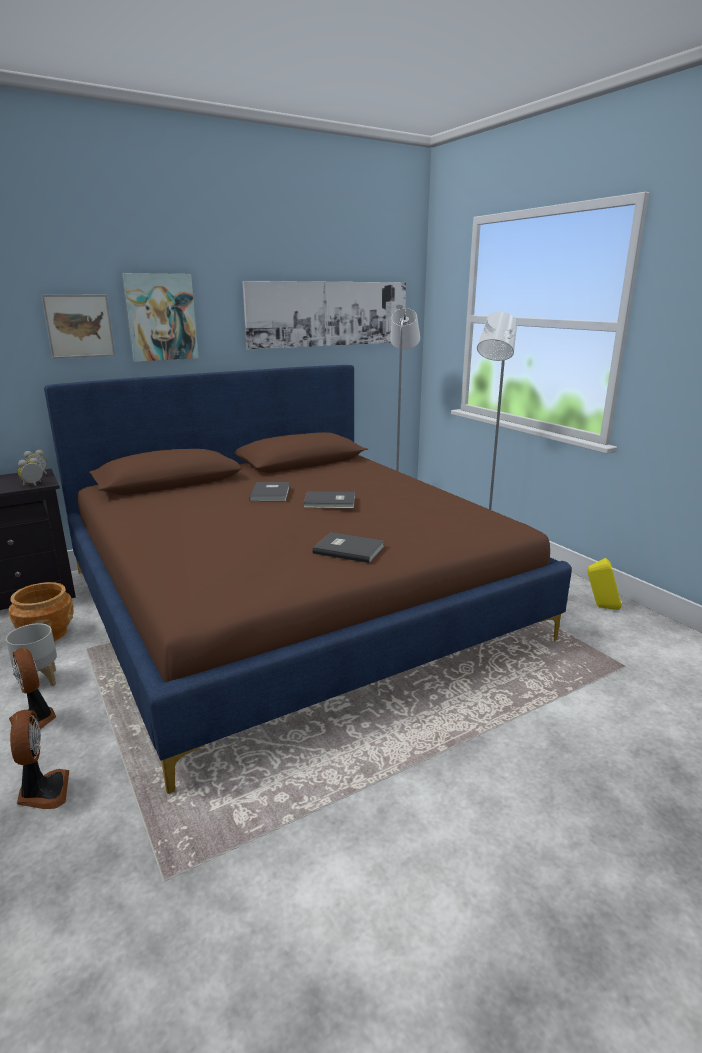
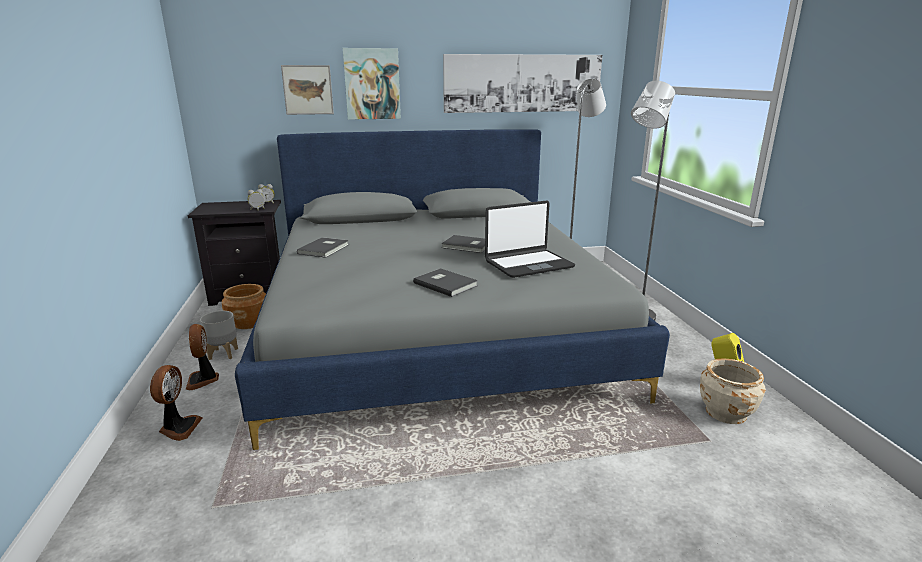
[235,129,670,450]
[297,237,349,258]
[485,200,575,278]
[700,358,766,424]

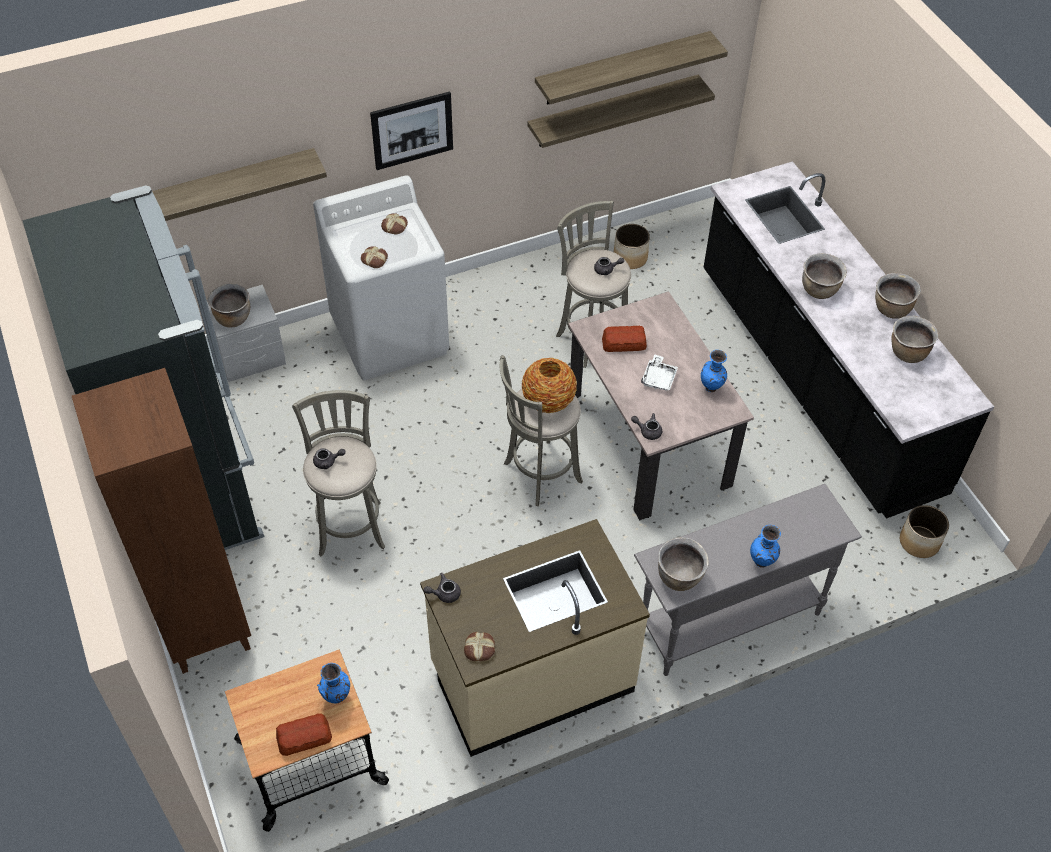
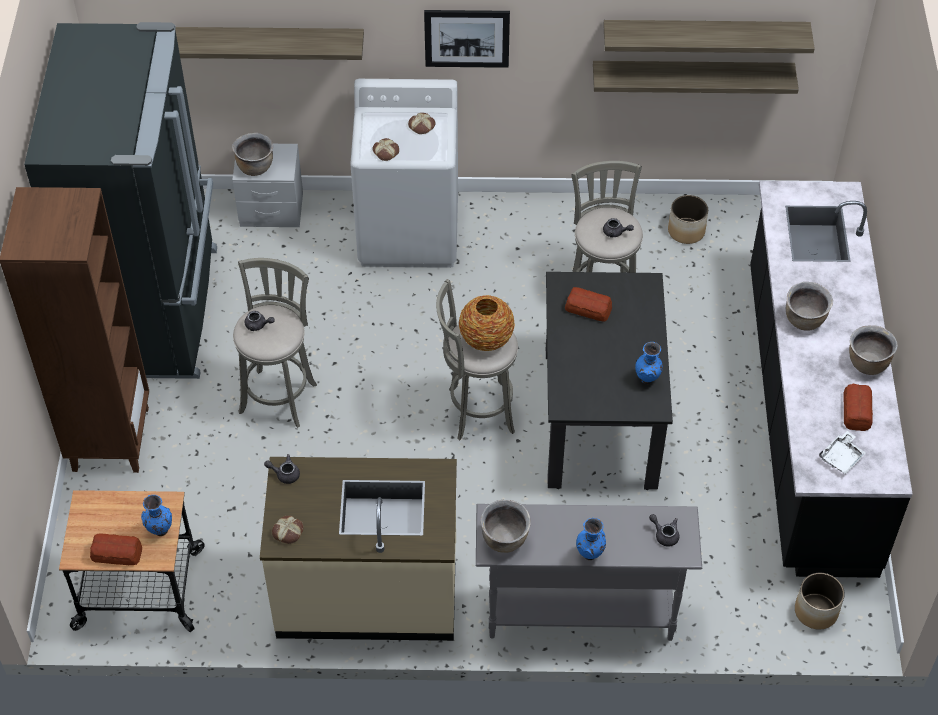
[546,272,673,490]
[649,514,679,546]
[819,431,866,474]
[844,384,873,431]

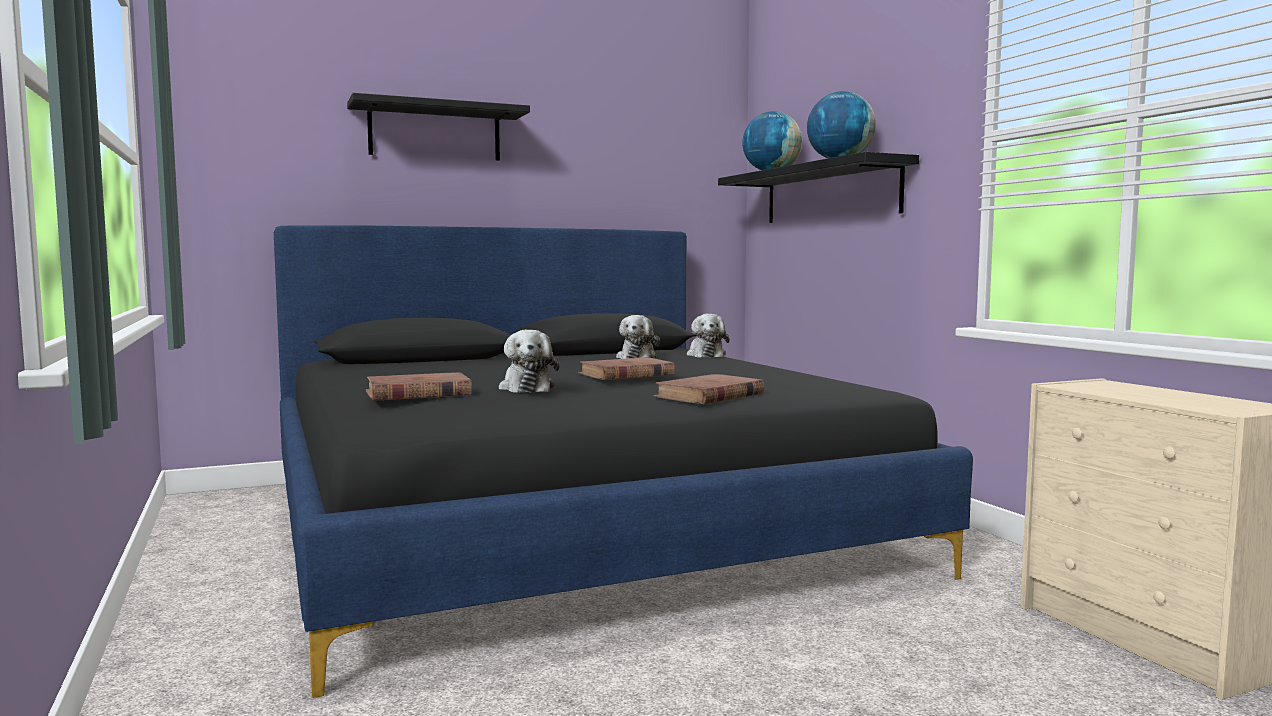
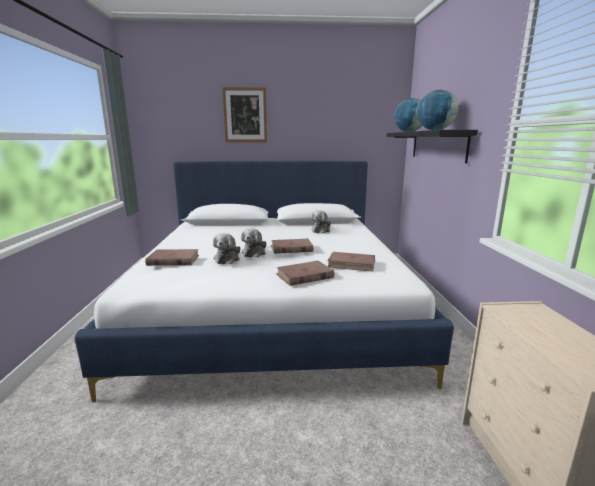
[75,161,454,402]
[222,87,267,142]
[241,228,267,258]
[327,252,375,272]

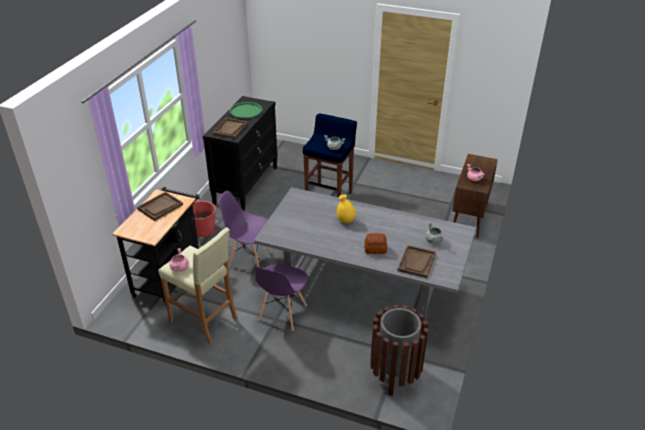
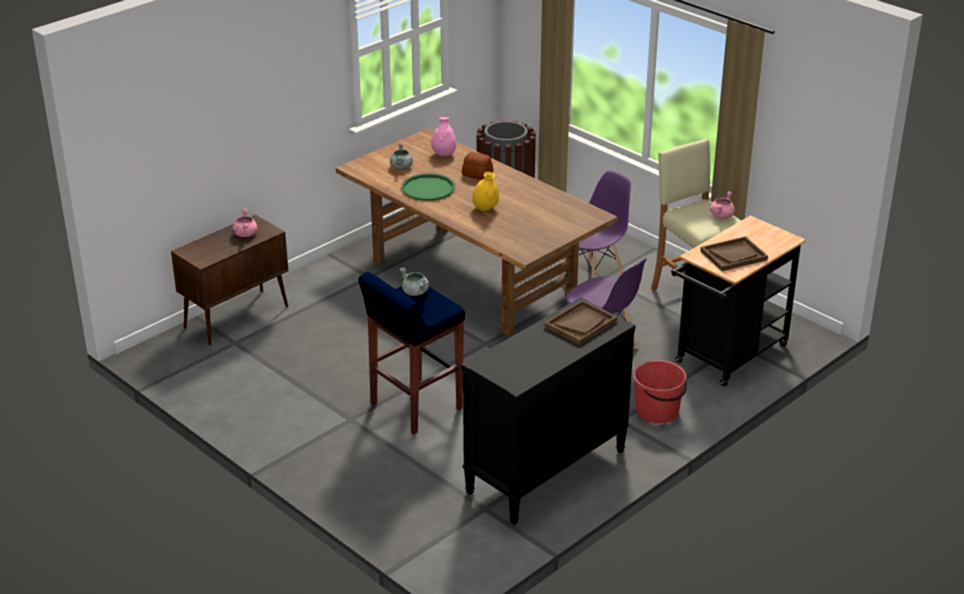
[401,173,455,201]
[336,129,617,336]
[431,117,456,156]

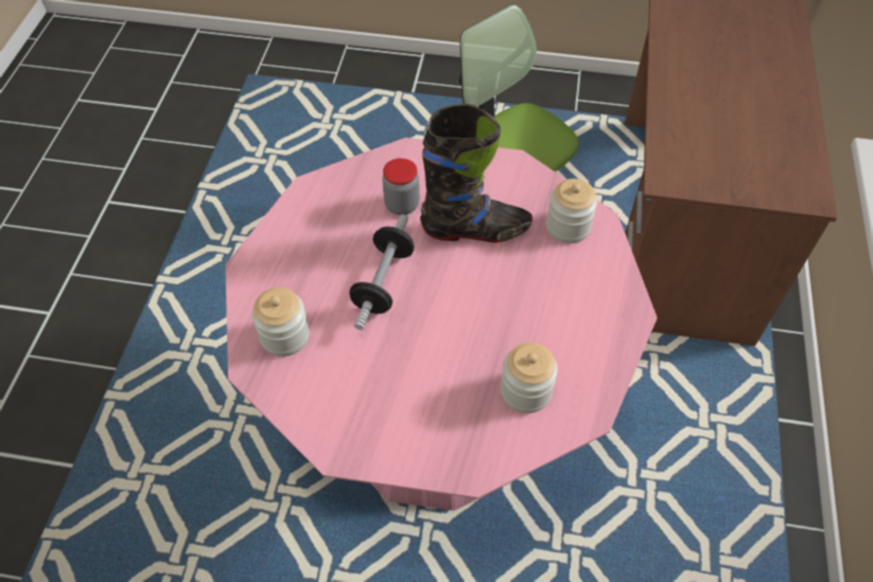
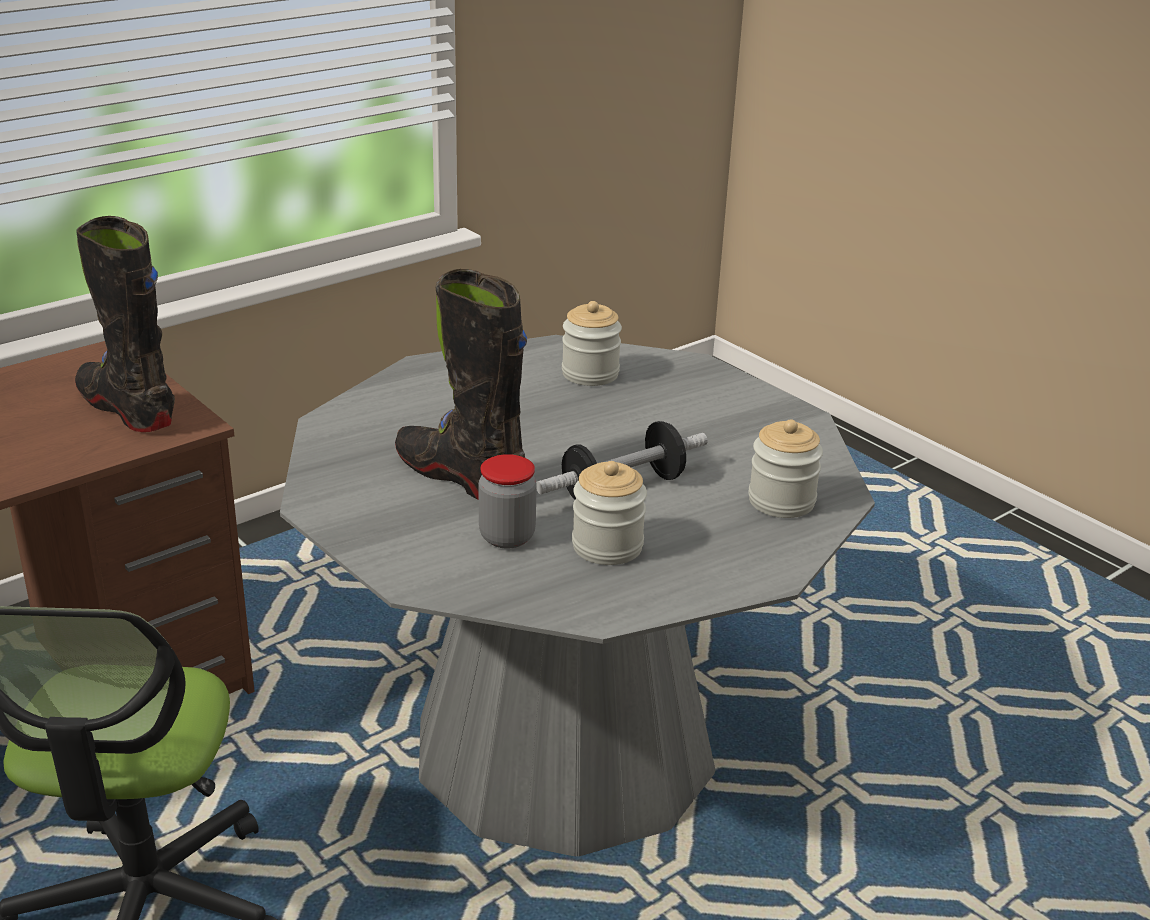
[280,335,875,856]
[572,461,647,565]
[75,216,175,432]

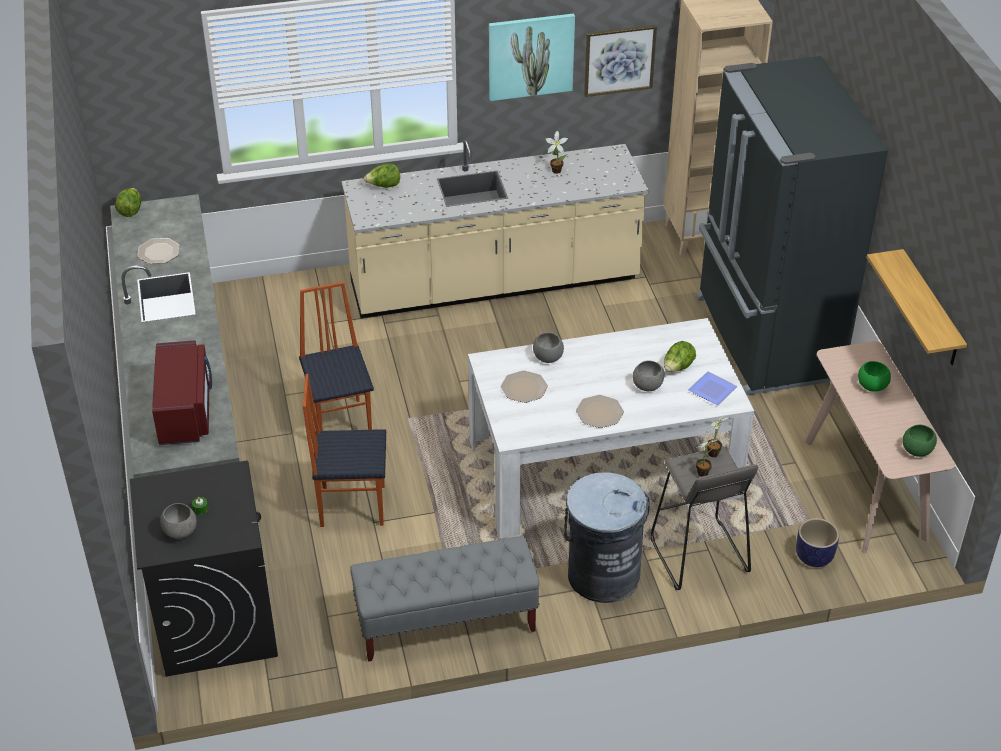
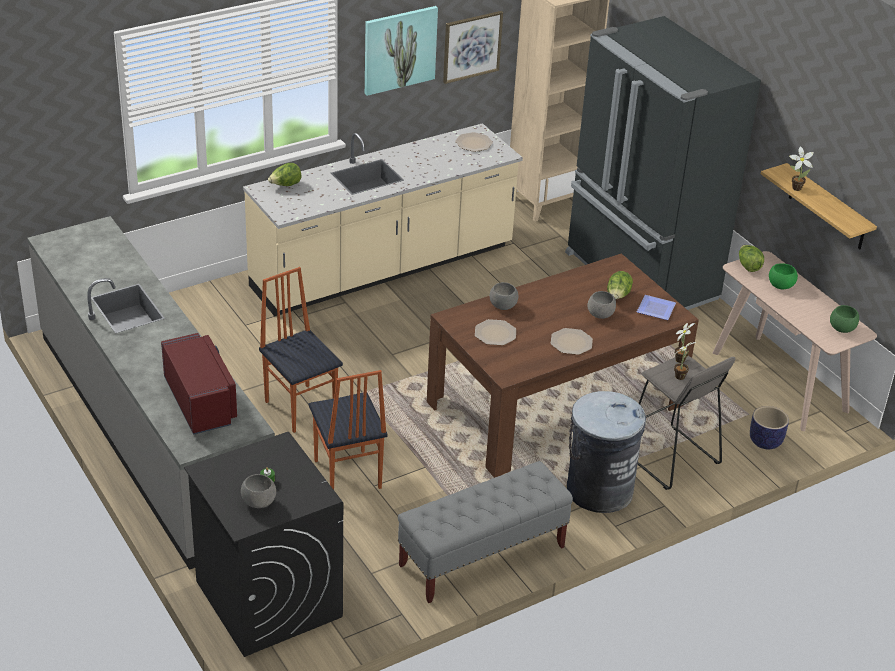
[739,245,764,272]
[455,132,493,152]
[309,370,388,490]
[427,253,699,478]
[789,146,814,191]

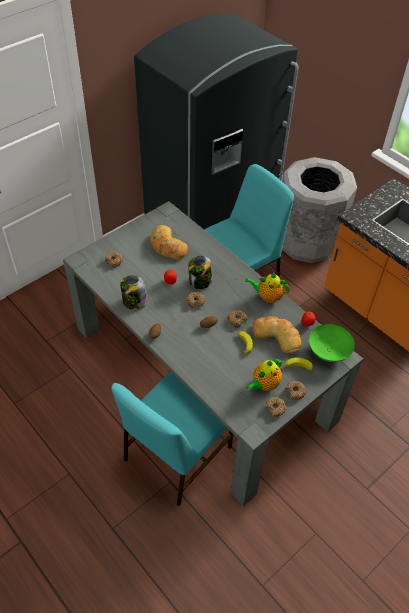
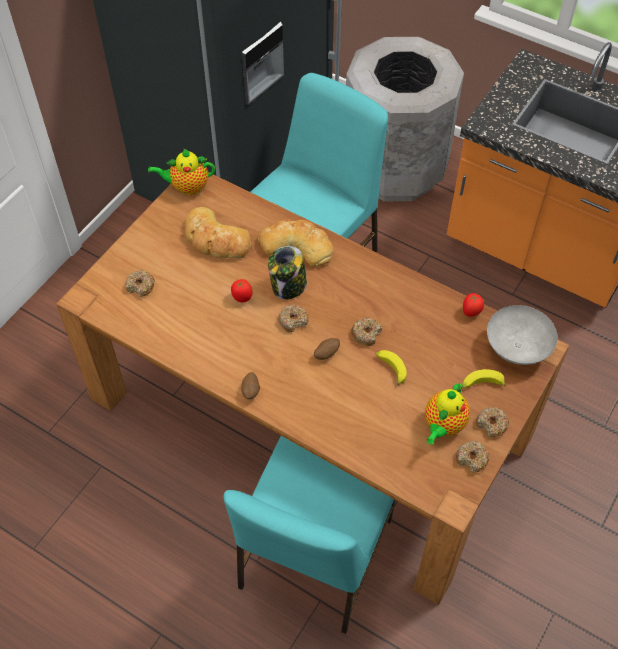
[56,172,569,605]
[120,275,147,310] (first image)
[148,149,215,195]
[258,219,333,267]
[487,305,558,365]

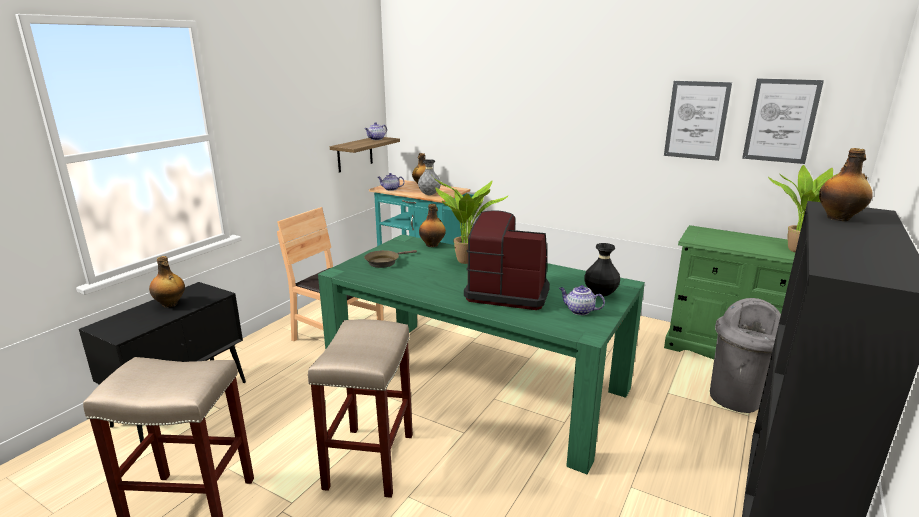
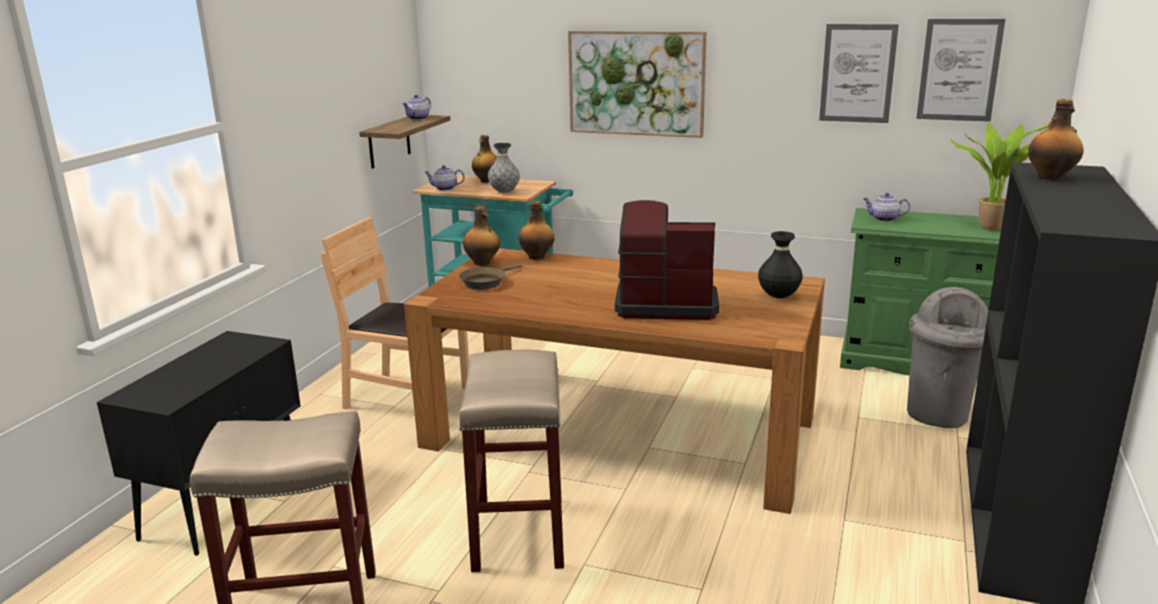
[463,206,500,266]
[404,248,825,514]
[433,177,509,264] (first image)
[863,193,910,222]
[568,31,706,138]

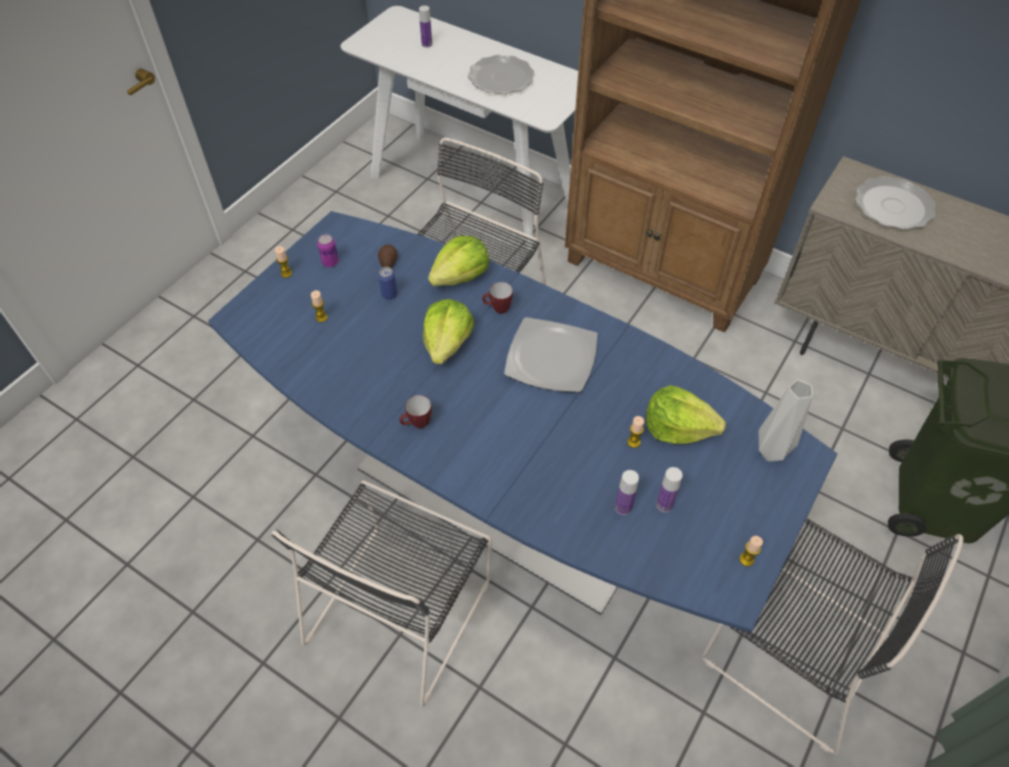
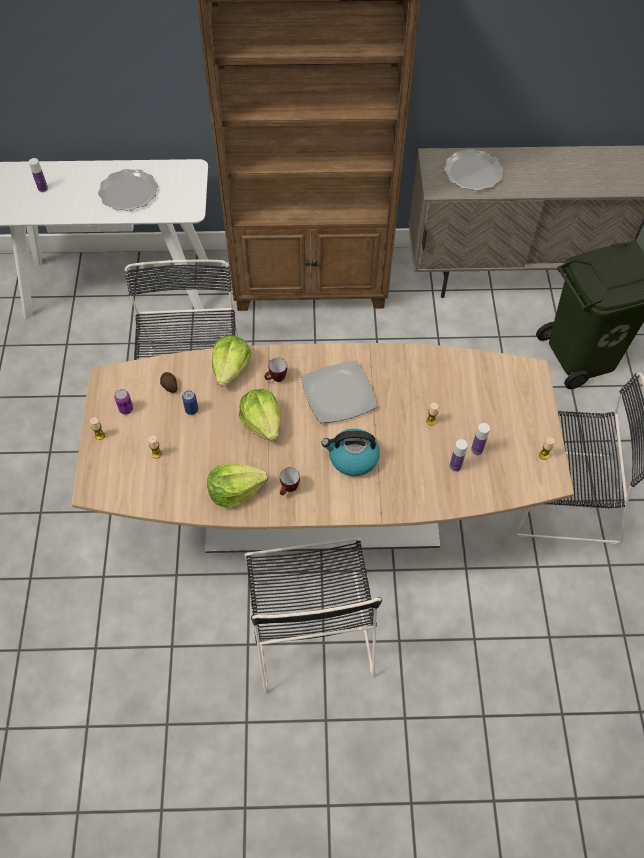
[72,343,574,553]
[207,464,268,508]
[759,380,813,462] (first image)
[321,429,380,476]

